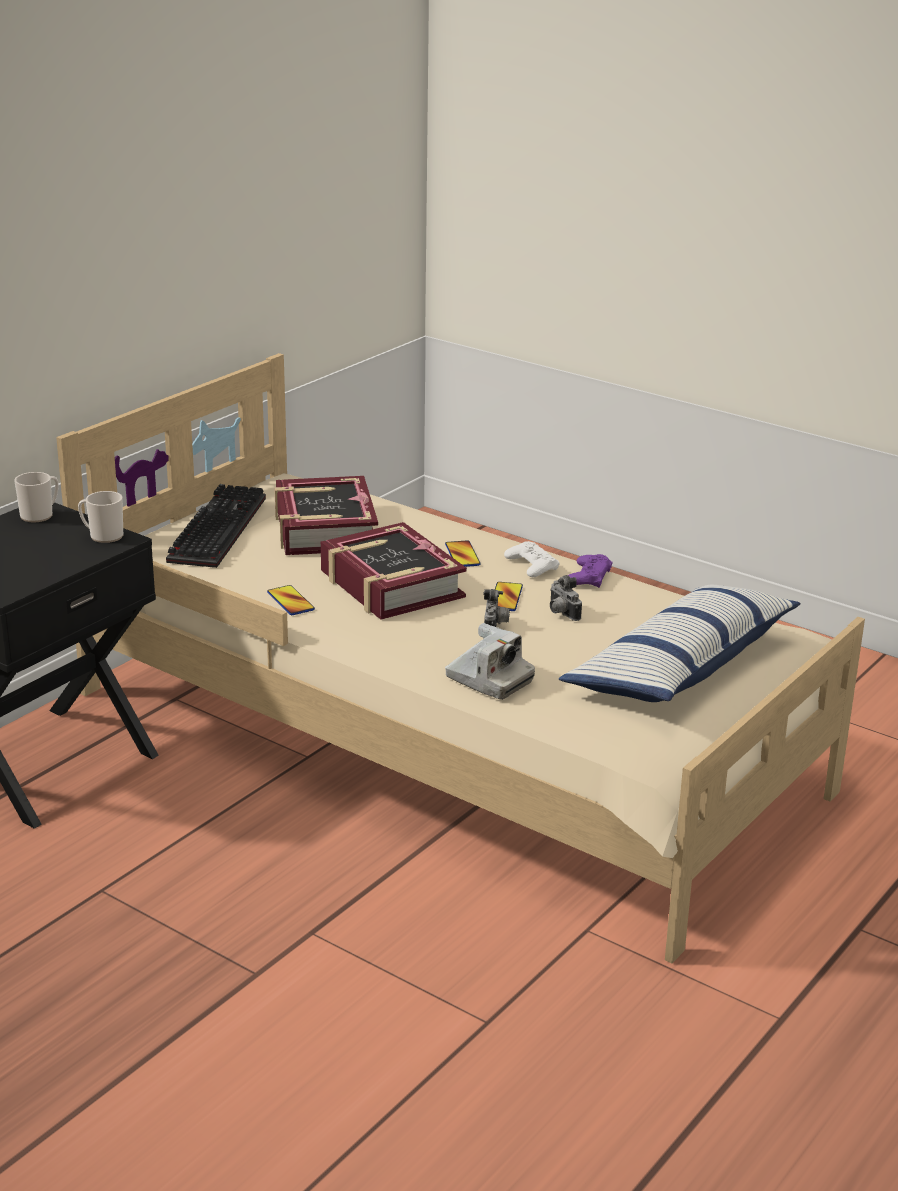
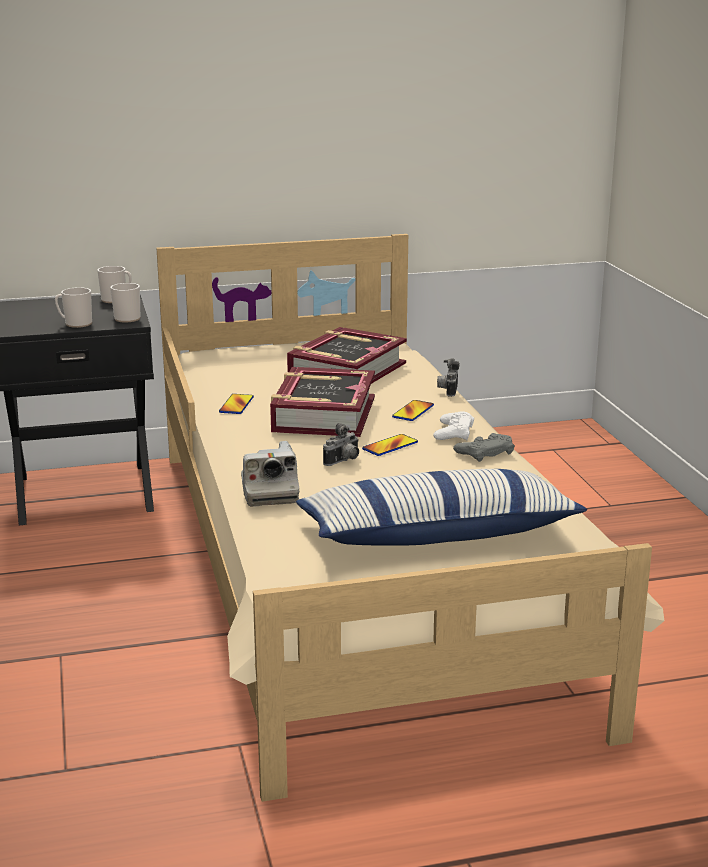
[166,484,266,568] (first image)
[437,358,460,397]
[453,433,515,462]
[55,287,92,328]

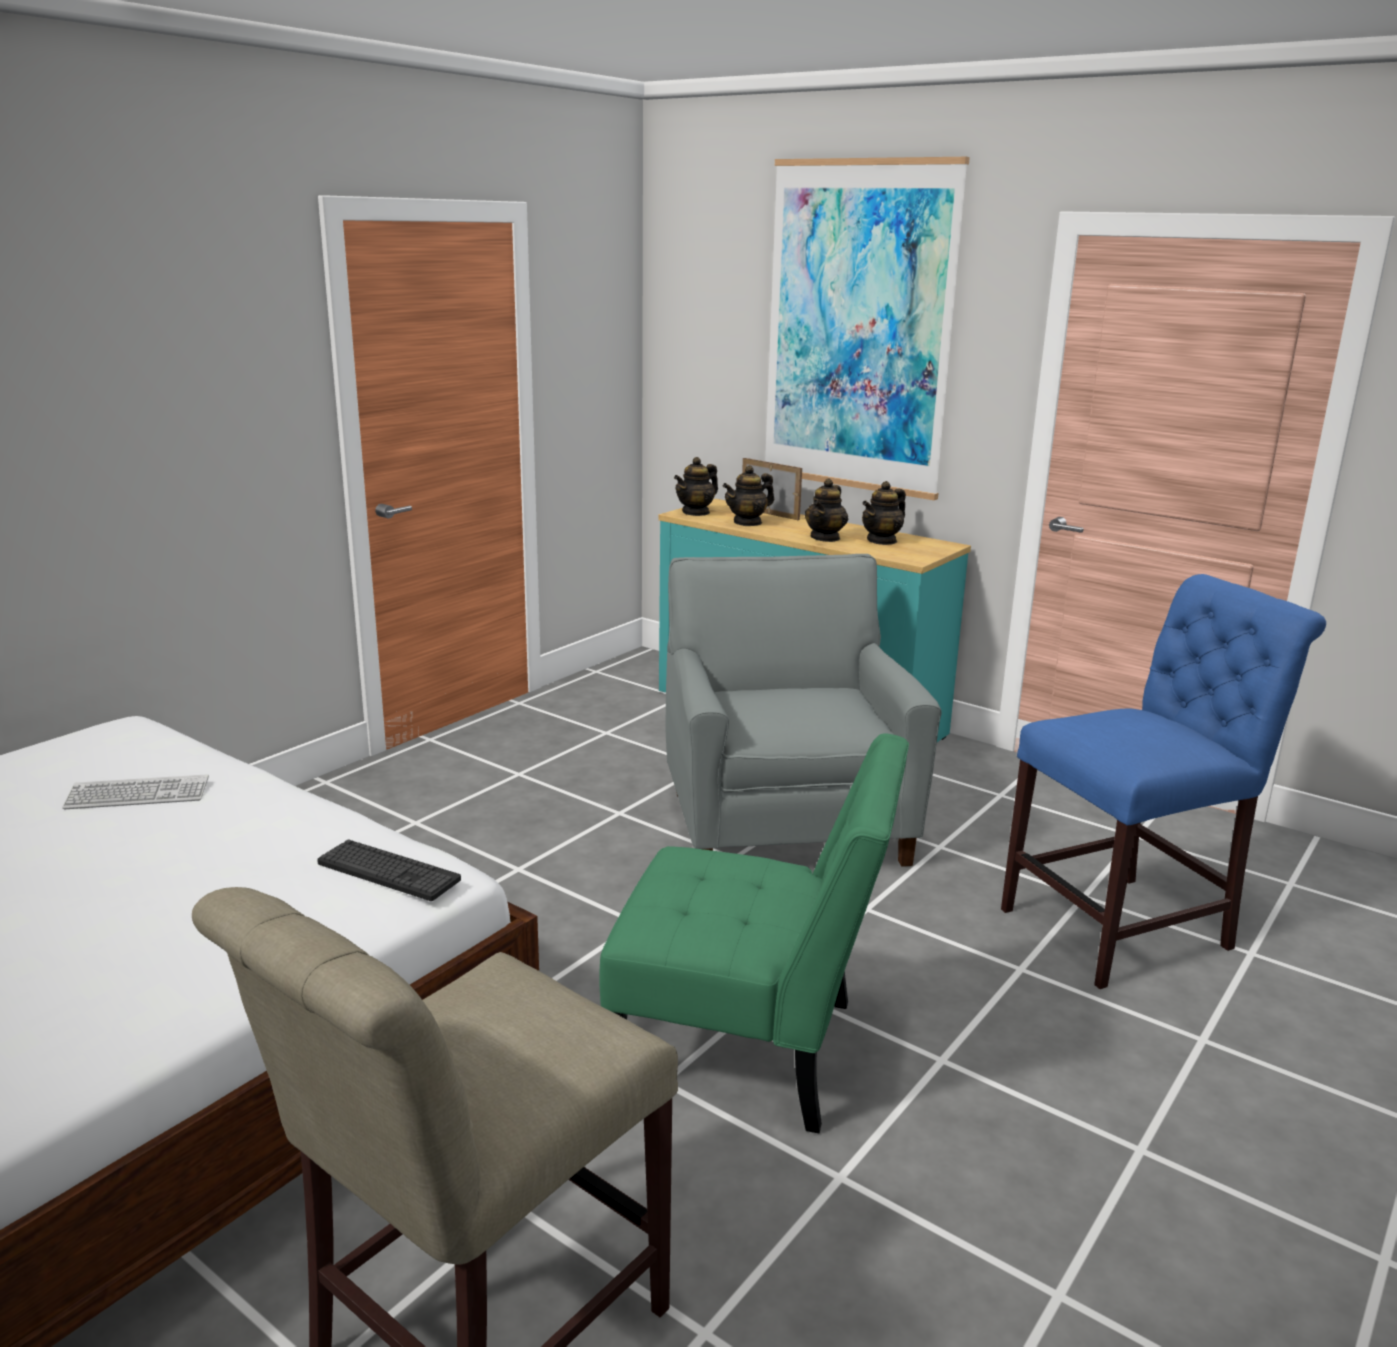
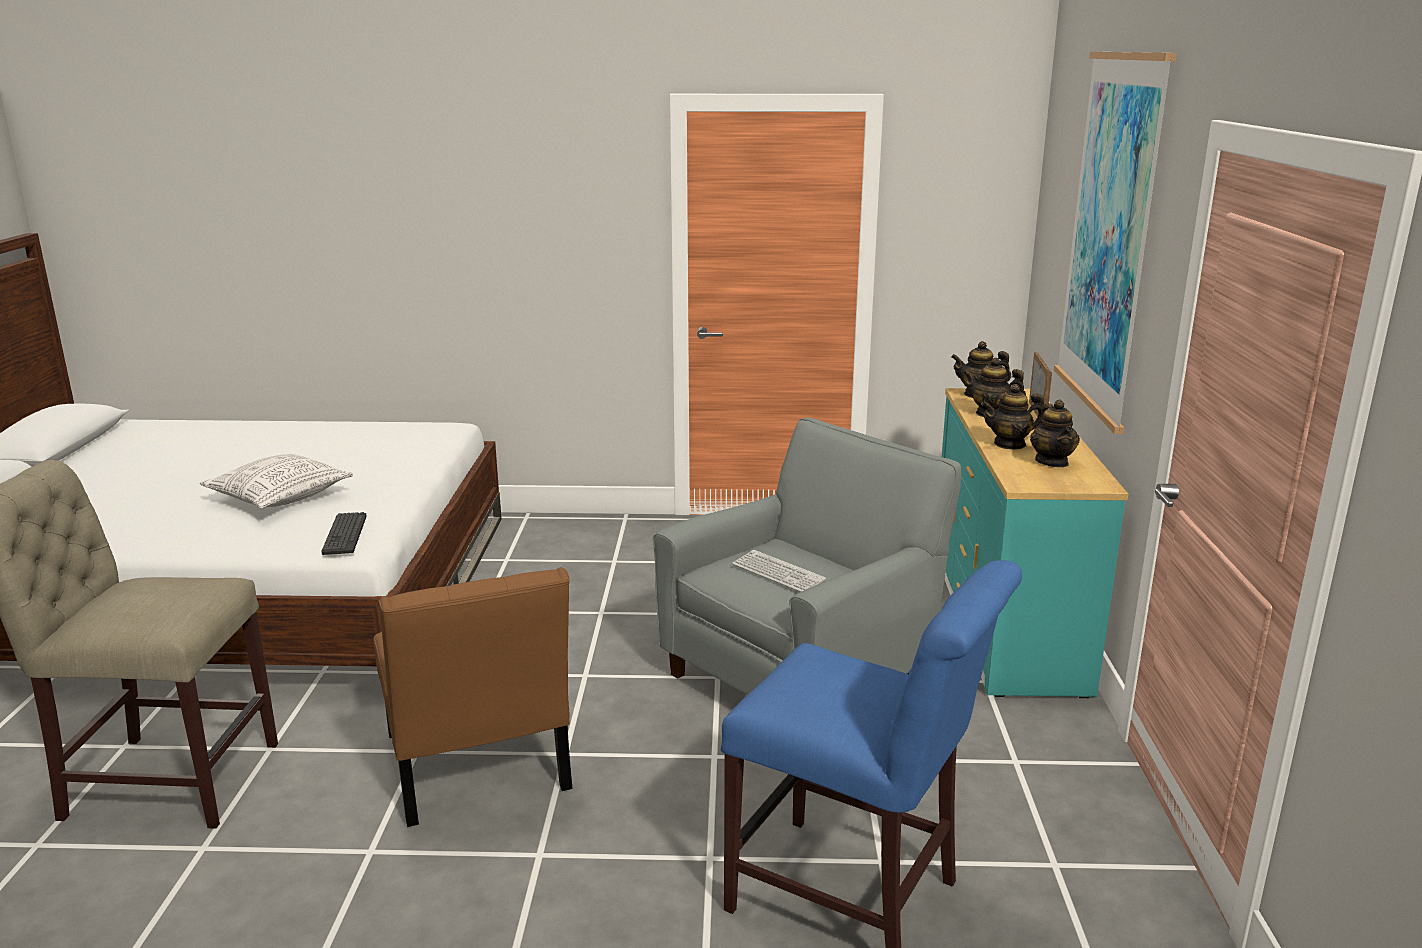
[732,550,826,592]
[373,567,572,827]
[1030,400,1080,467]
[200,454,353,509]

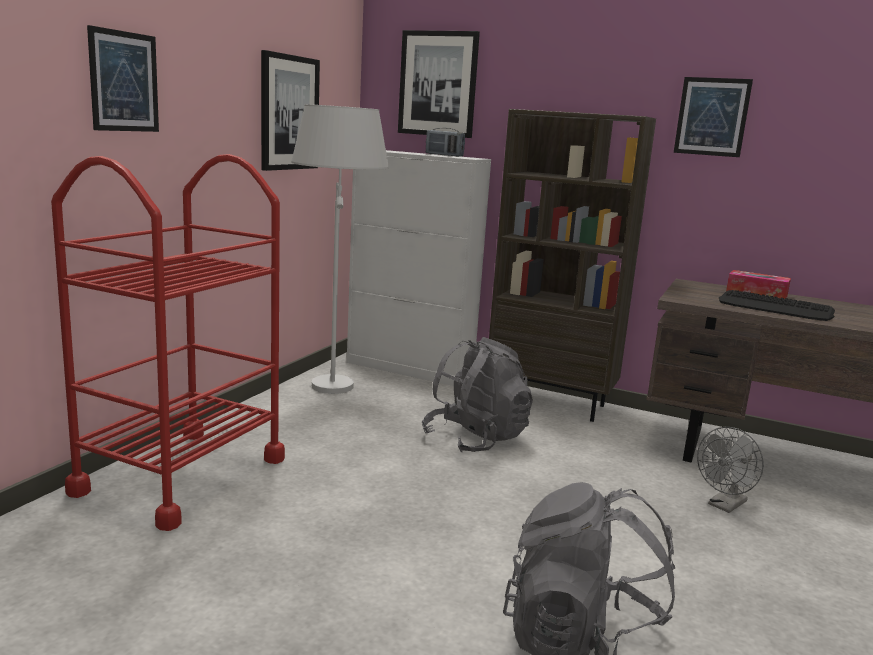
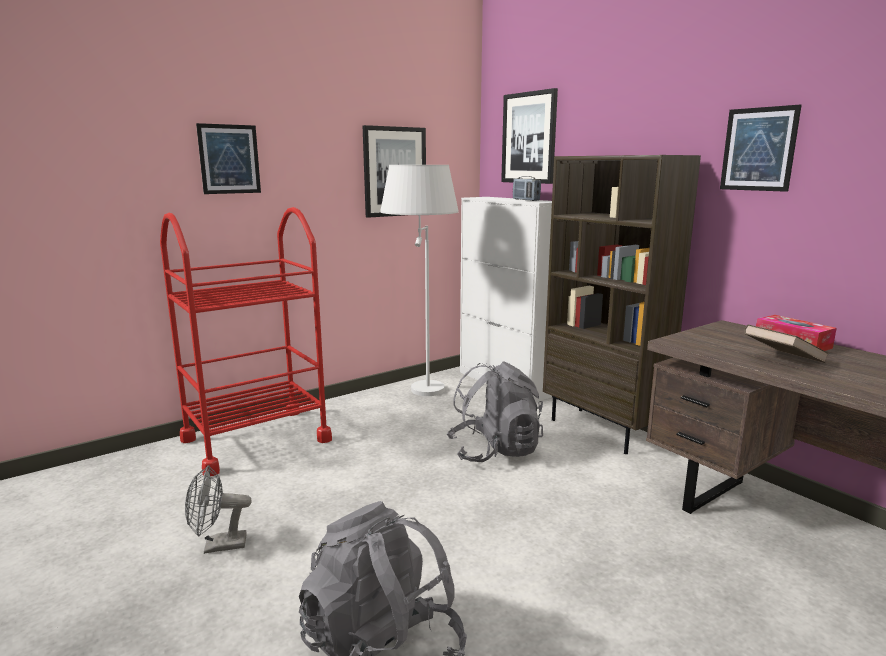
[185,465,252,554]
[744,324,829,363]

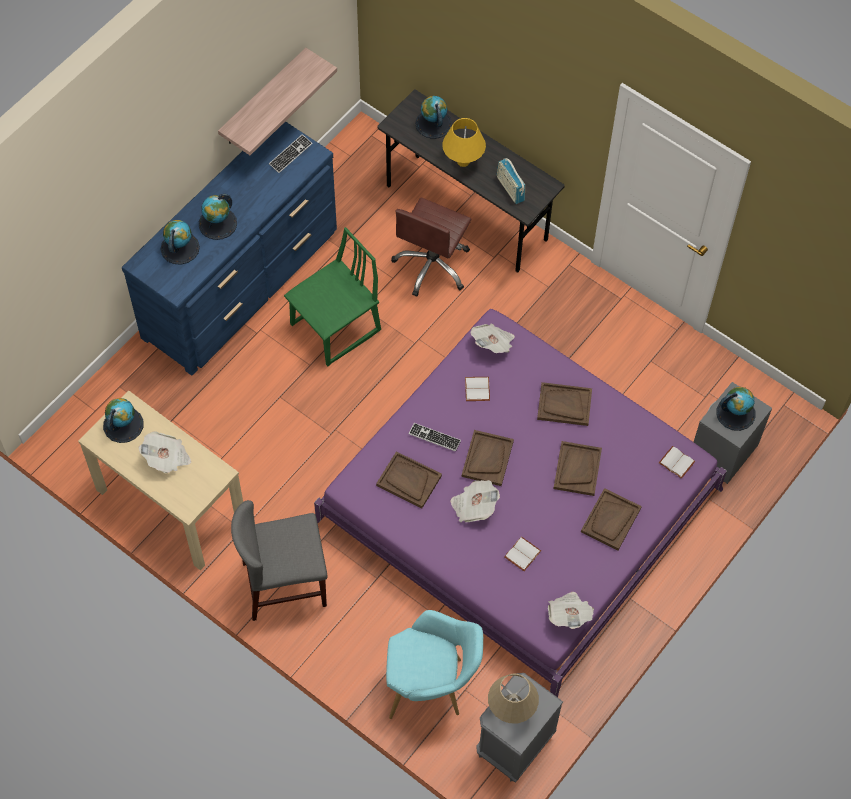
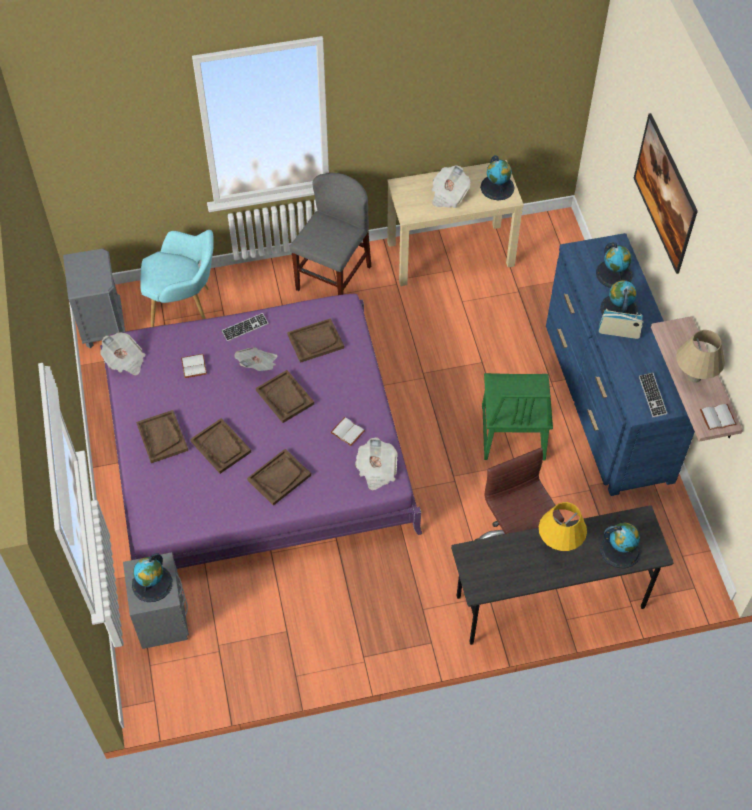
[140,230,213,327]
[221,313,269,341]
[676,330,725,383]
[599,309,643,339]
[700,404,737,430]
[634,113,698,274]

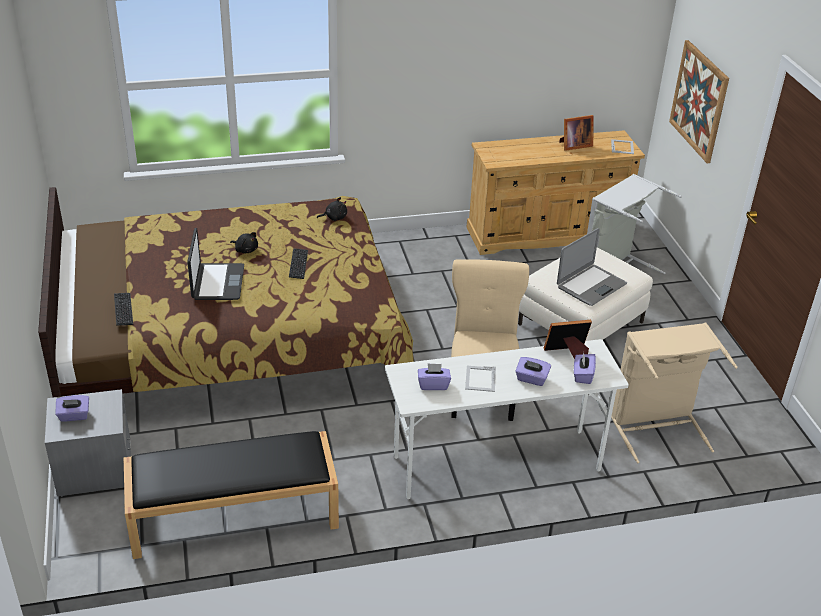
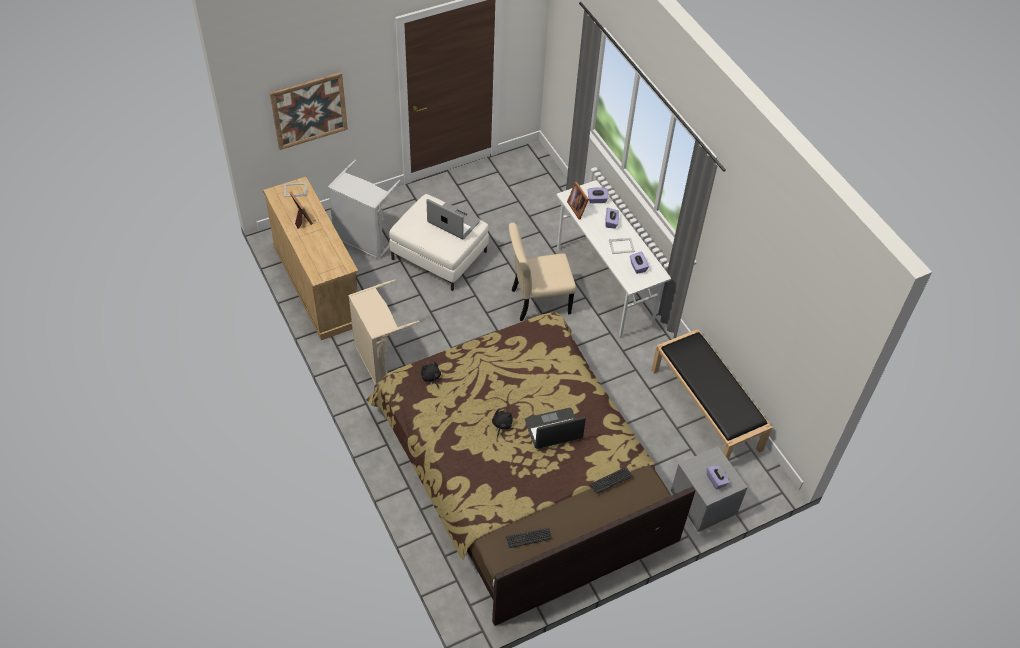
[506,528,552,548]
[348,279,419,385]

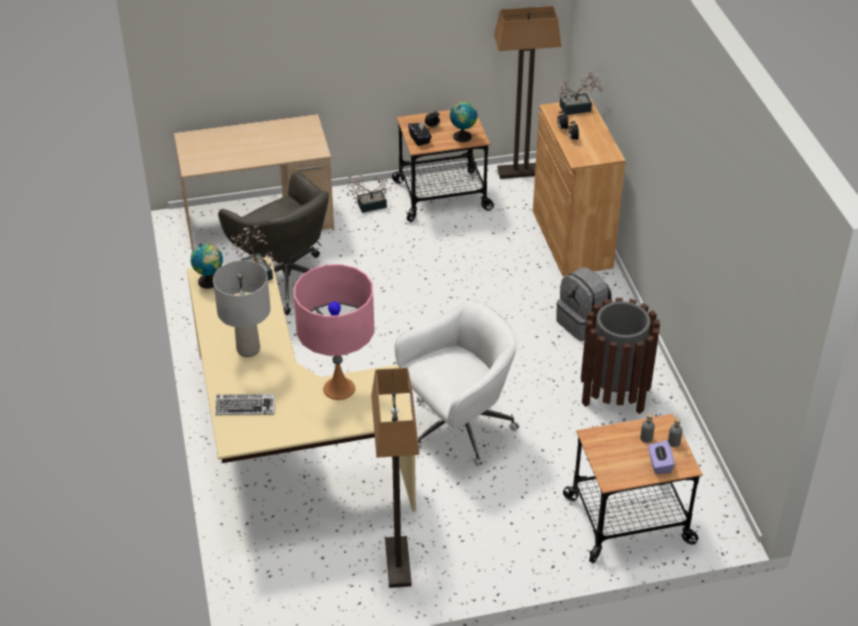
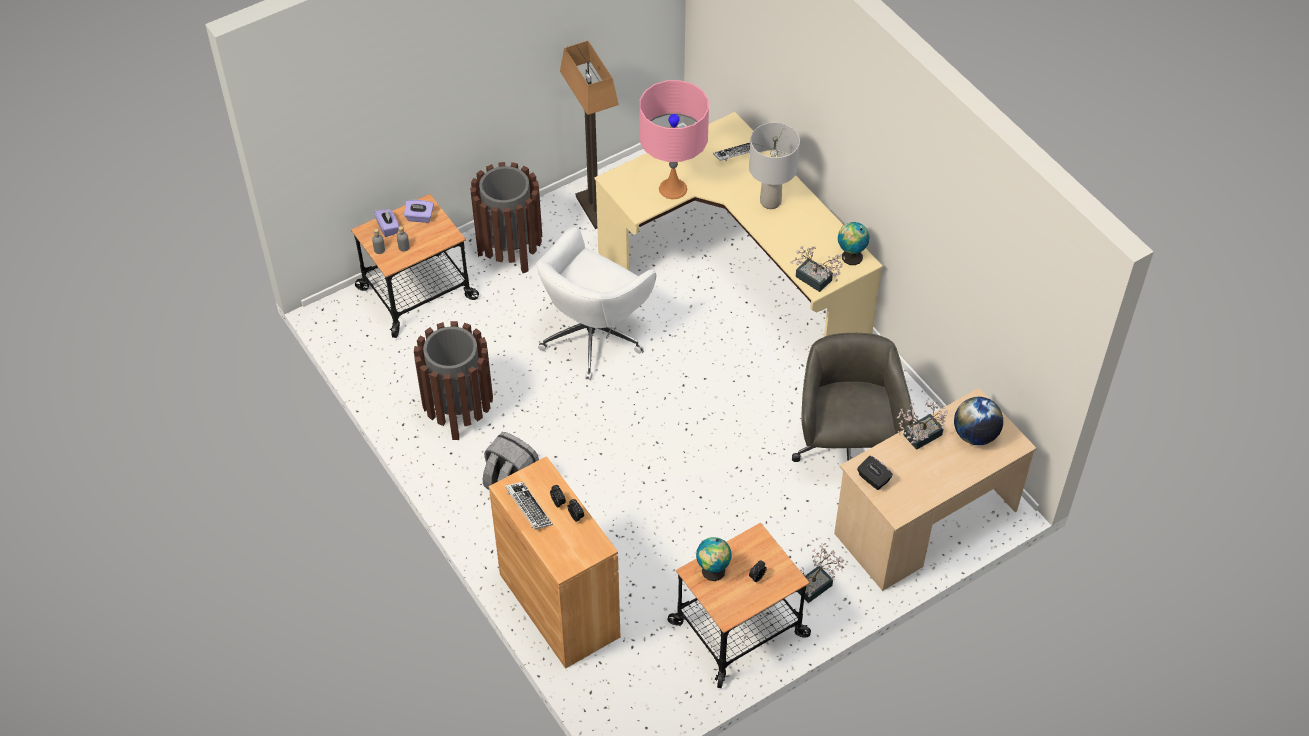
[792,333,913,462]
[857,456,893,490]
[494,6,561,179] (first image)
[897,401,948,450]
[404,200,434,223]
[470,162,542,273]
[505,482,553,529]
[954,397,1003,445]

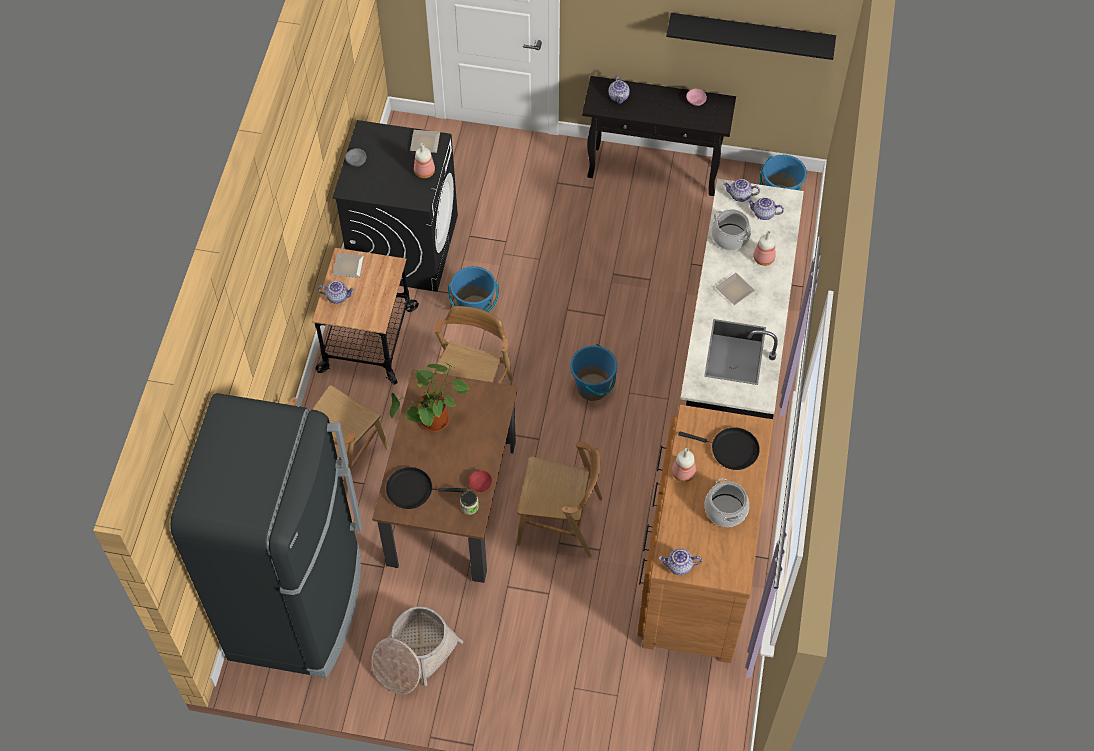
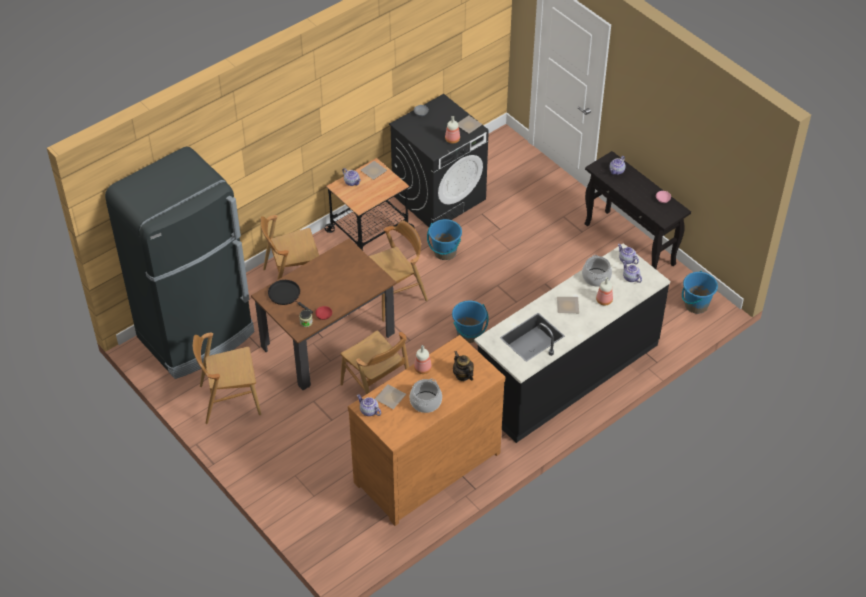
[193,333,261,424]
[389,362,470,432] (first image)
[666,13,836,60] (first image)
[453,351,474,381]
[375,384,406,409]

